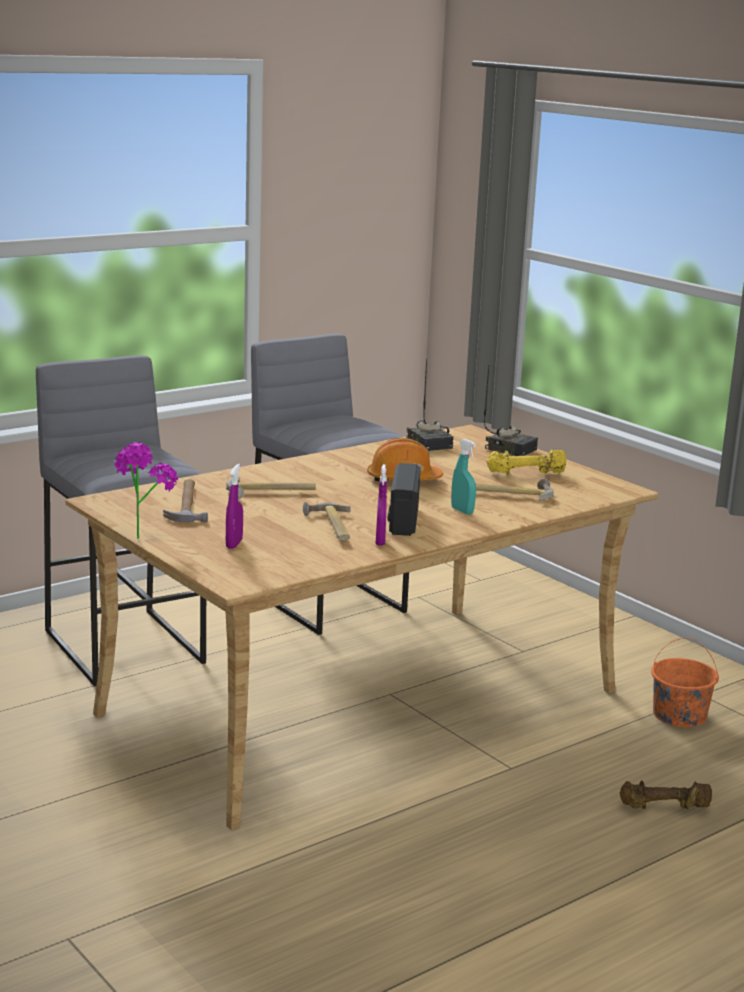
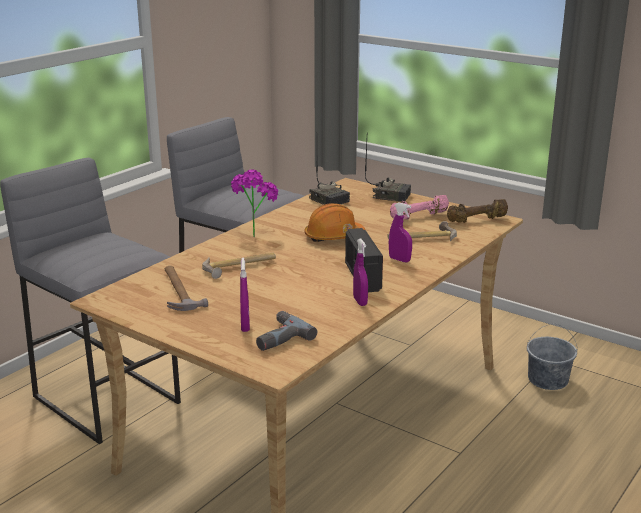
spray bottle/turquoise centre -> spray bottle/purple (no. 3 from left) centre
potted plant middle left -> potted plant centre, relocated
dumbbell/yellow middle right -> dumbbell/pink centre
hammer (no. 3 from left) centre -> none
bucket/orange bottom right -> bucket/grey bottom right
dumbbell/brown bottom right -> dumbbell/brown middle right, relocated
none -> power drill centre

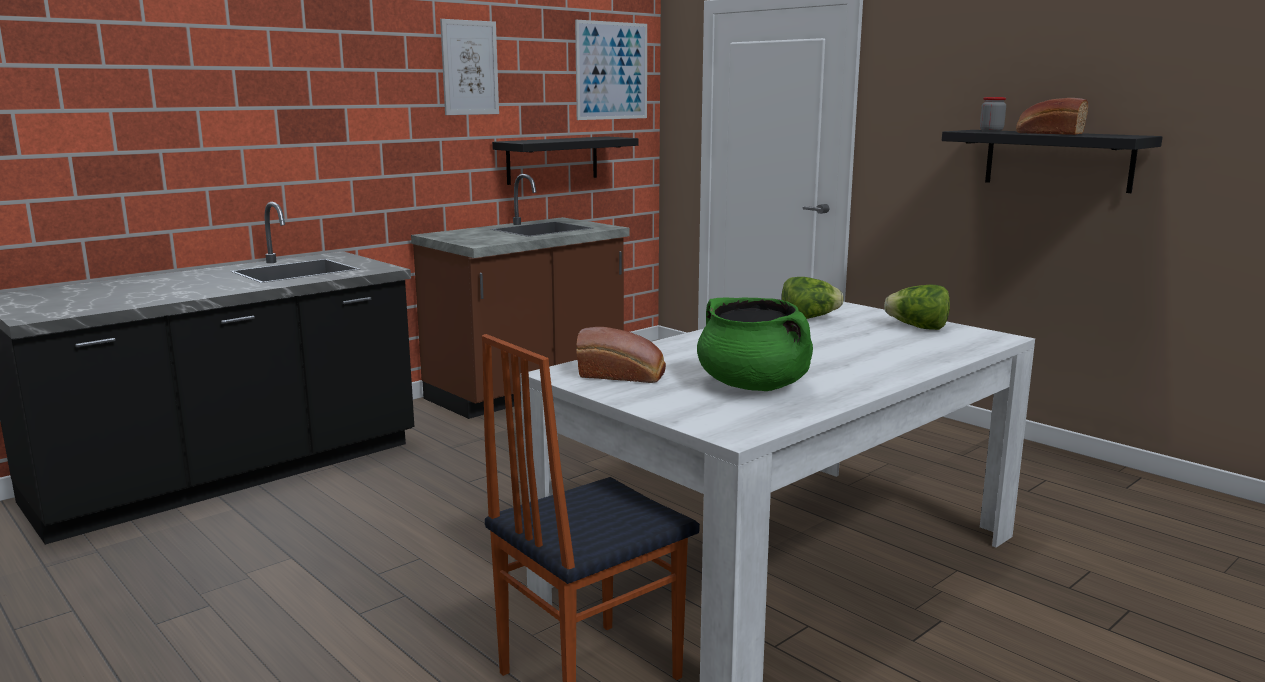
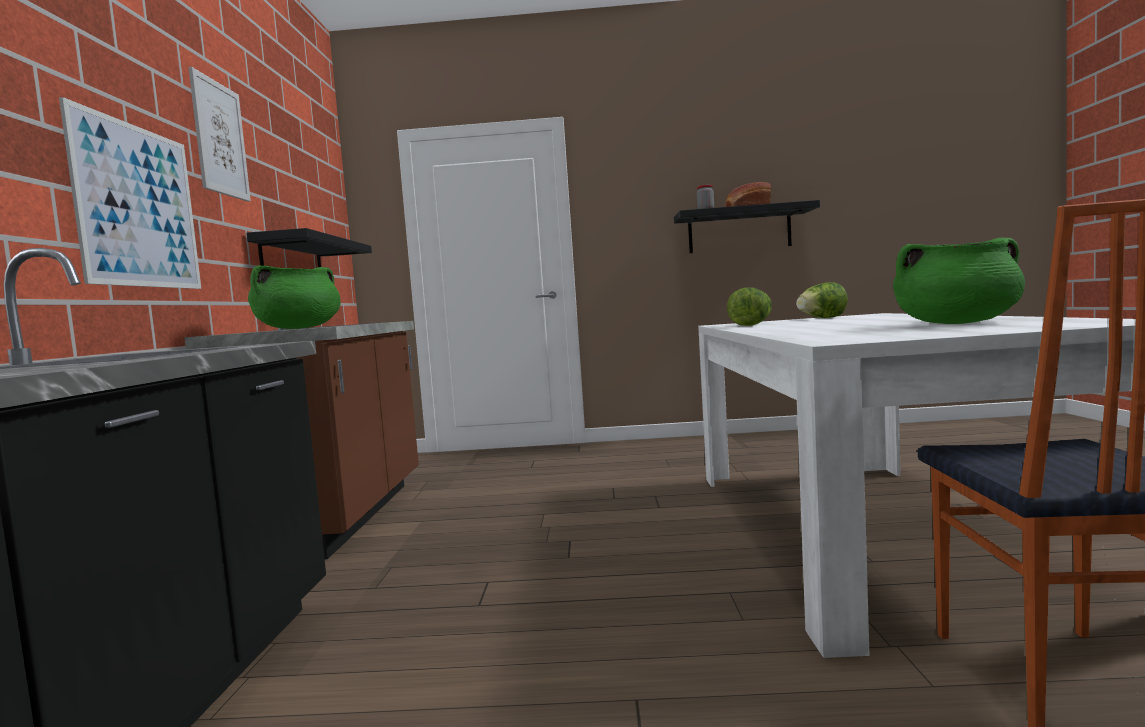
picture (no. 2 from left in the first image) top centre -> picture (no. 1 from left) top left, relocated
bread (no. 1 from left) centre -> none
none -> cooking pot/green (no. 1 from left) middle left

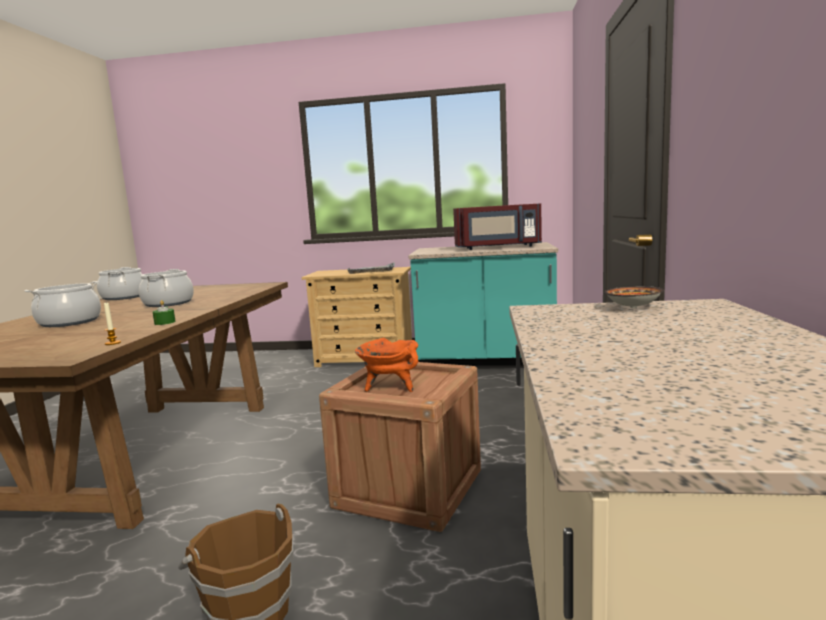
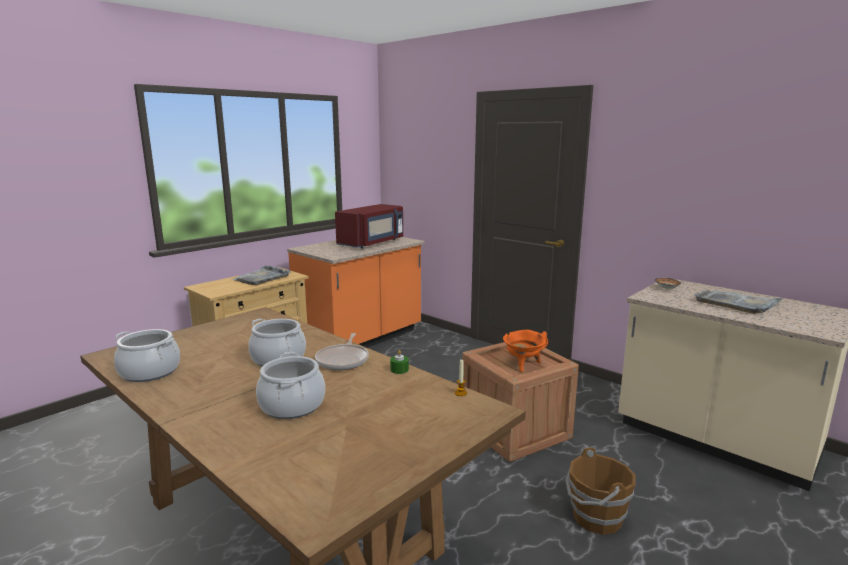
counter/turquoise centre -> counter/orange centre
none -> tray/grey (no. 2 from left) middle right
none -> frying pan centre

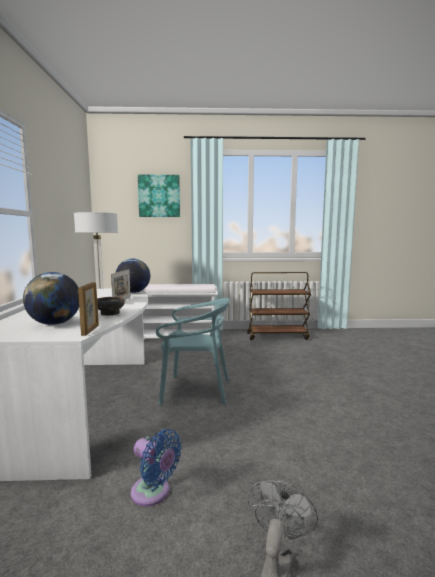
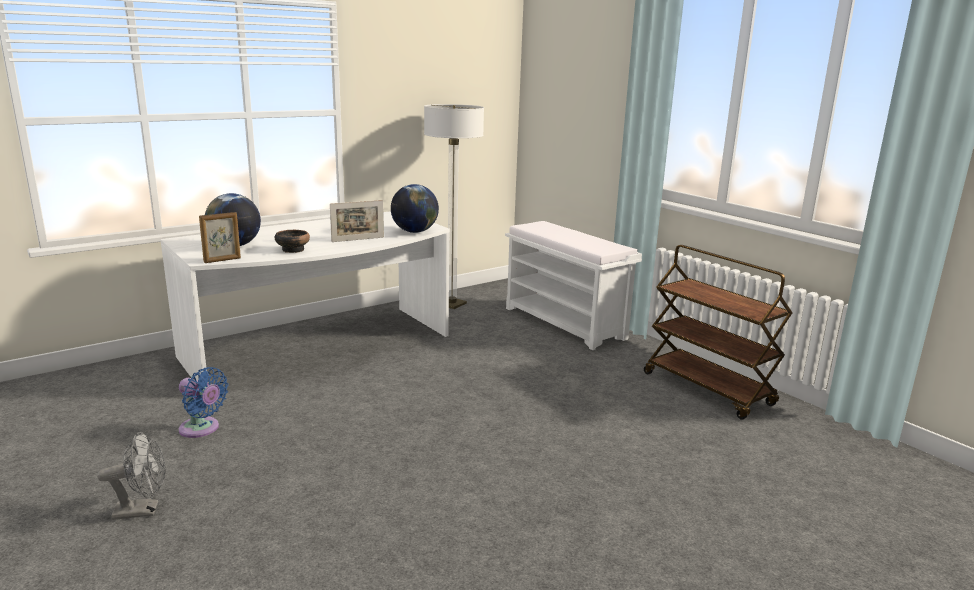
picture centre -> none
chair/turquoise centre -> none
fan/blue bottom centre -> fan/blue bottom left, 60 degrees counterclockwise

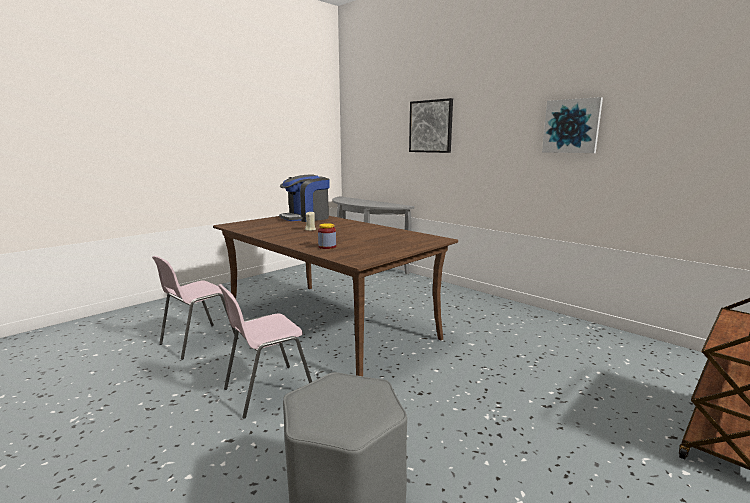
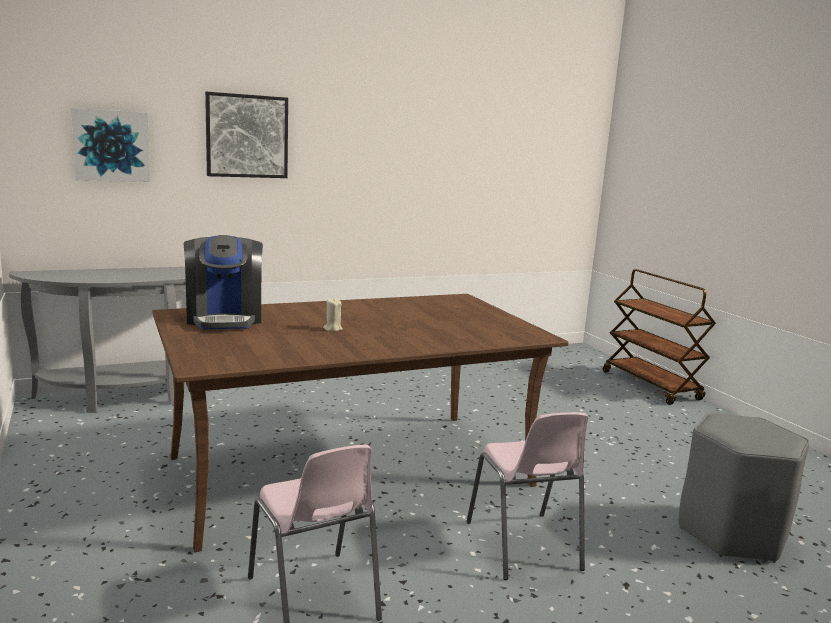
picture (no. 2 from left in the first image) top right -> picture (no. 1 from left) top left, relocated
jar centre -> none

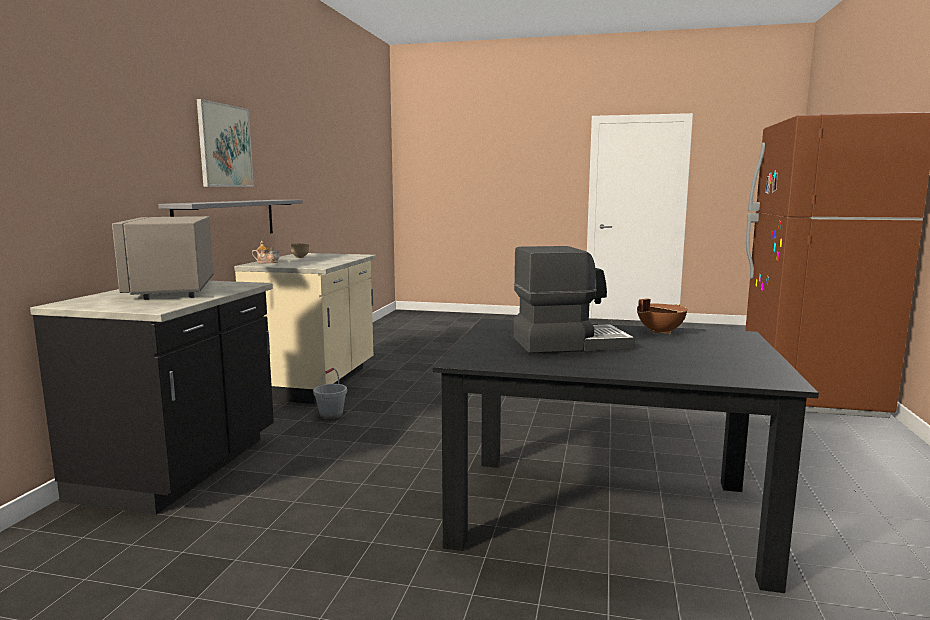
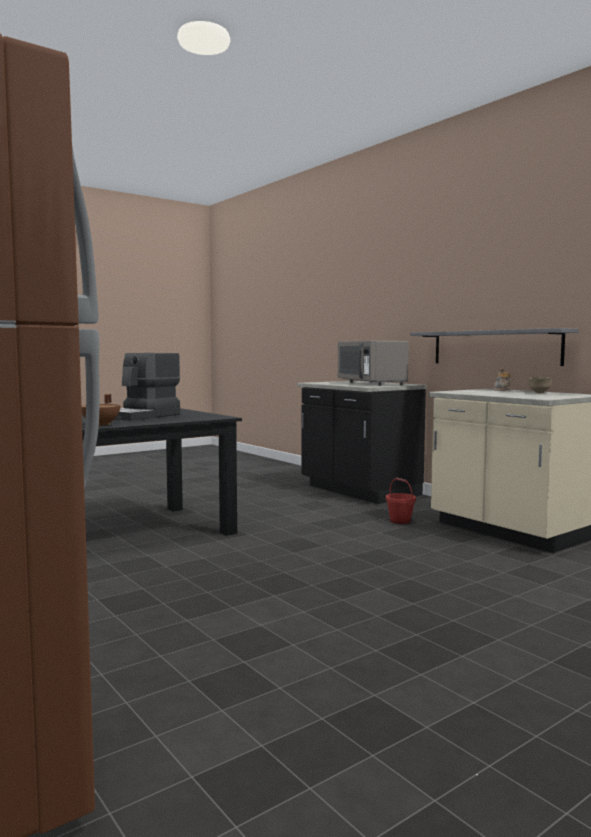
picture top left -> none
microwave/grey middle left -> microwave/grey centre, 135 degrees counterclockwise
bucket/grey centre -> bucket/red middle right

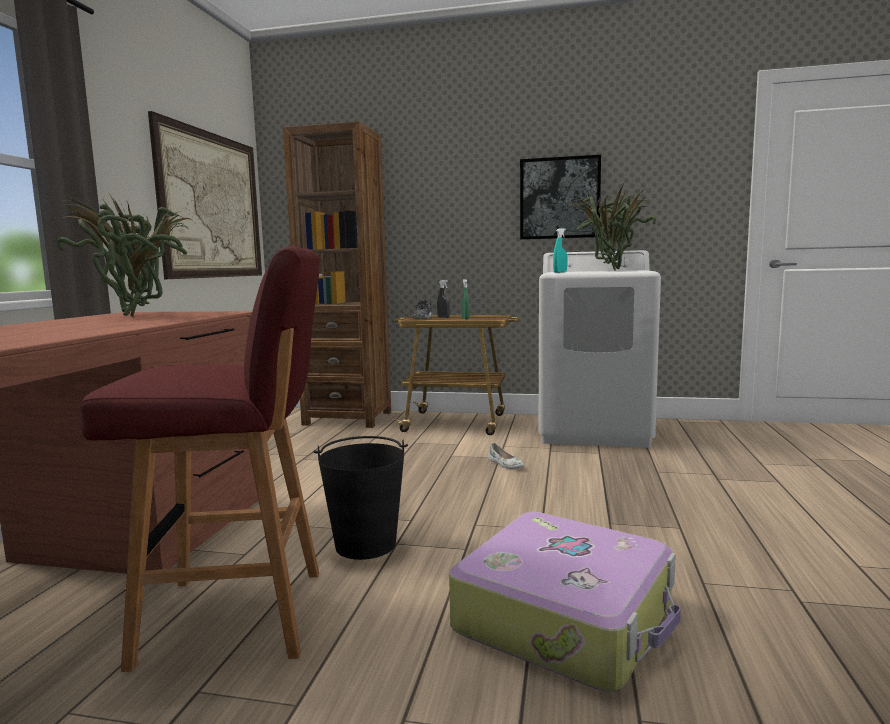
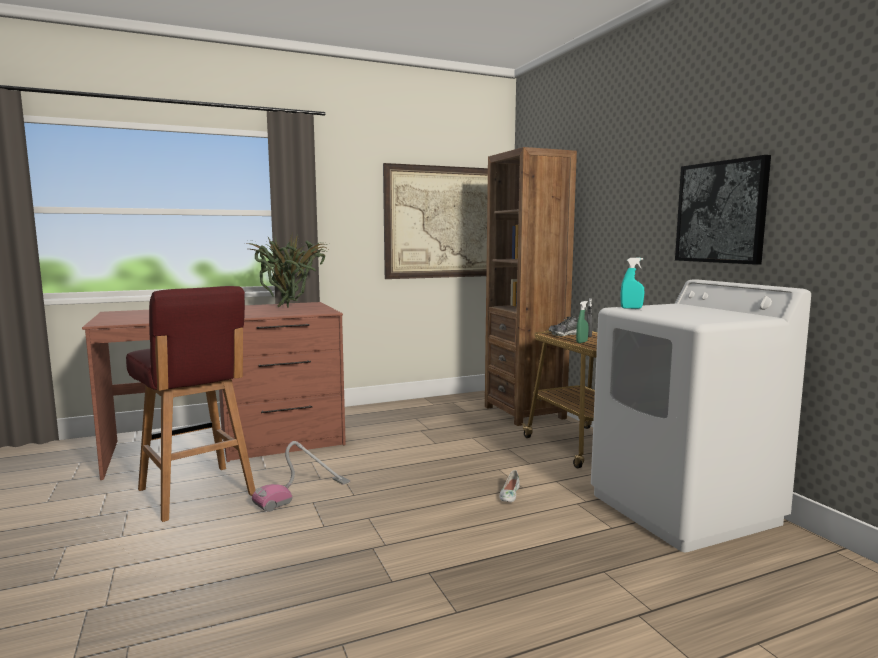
potted plant (no. 2 from left) top right -> none
bucket/black bottom centre -> vacuum cleaner bottom centre
suitcase bottom centre -> none

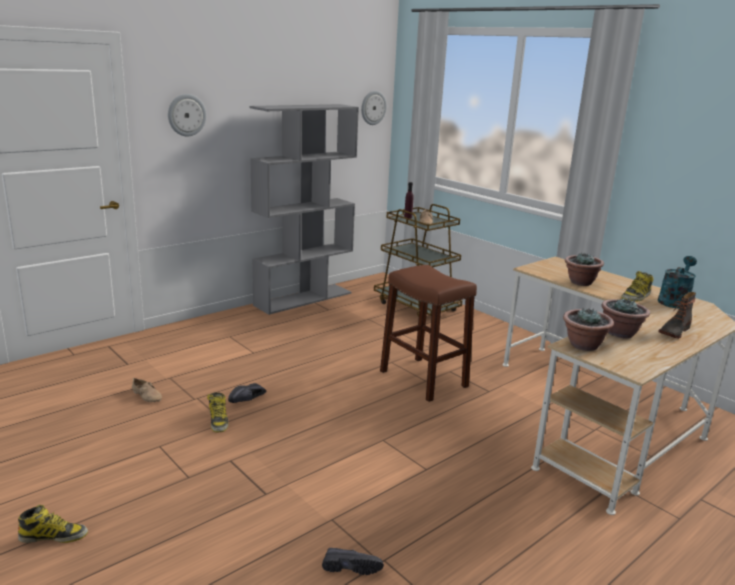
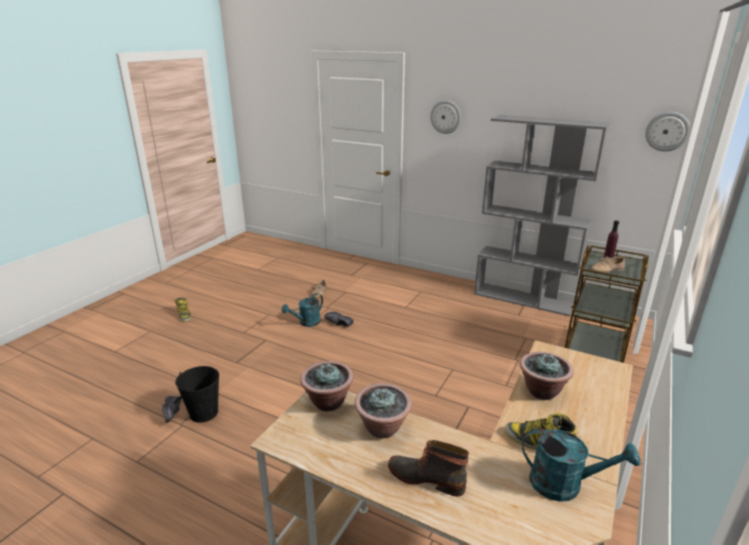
stool/brown centre -> none
boot (no. 2 from left) bottom left -> watering can/turquoise (no. 1 from left) centre
none -> bucket/black bottom left

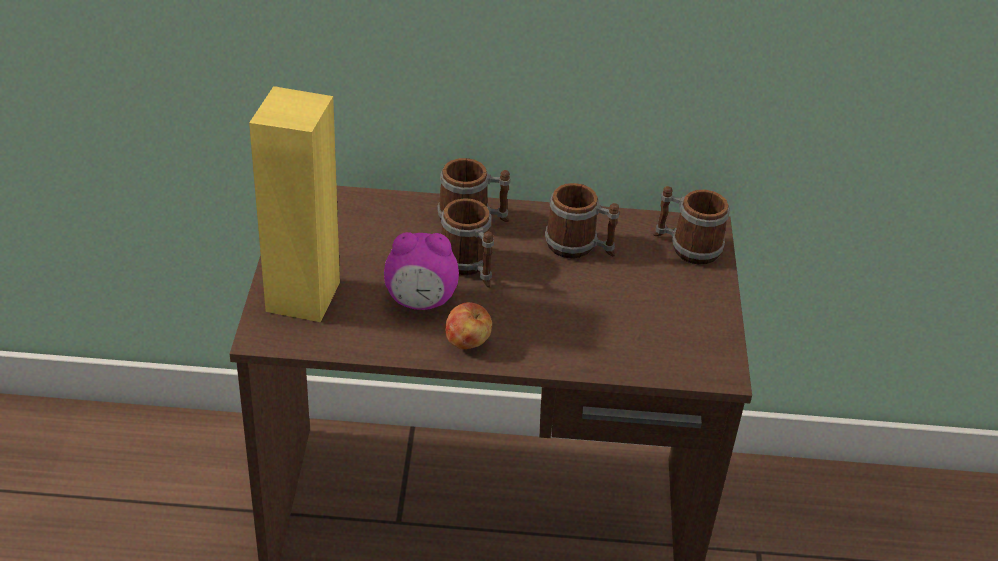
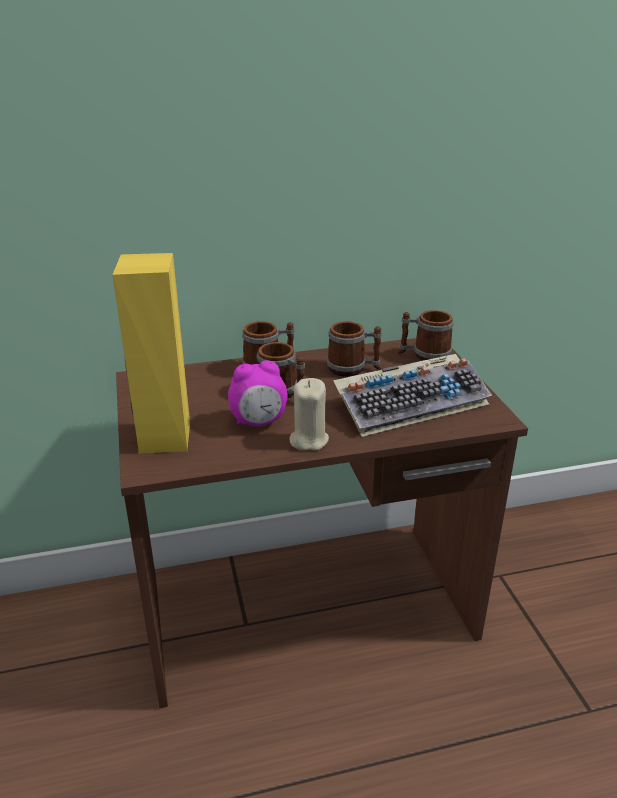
apple centre -> candle/beige centre
none -> keyboard middle right

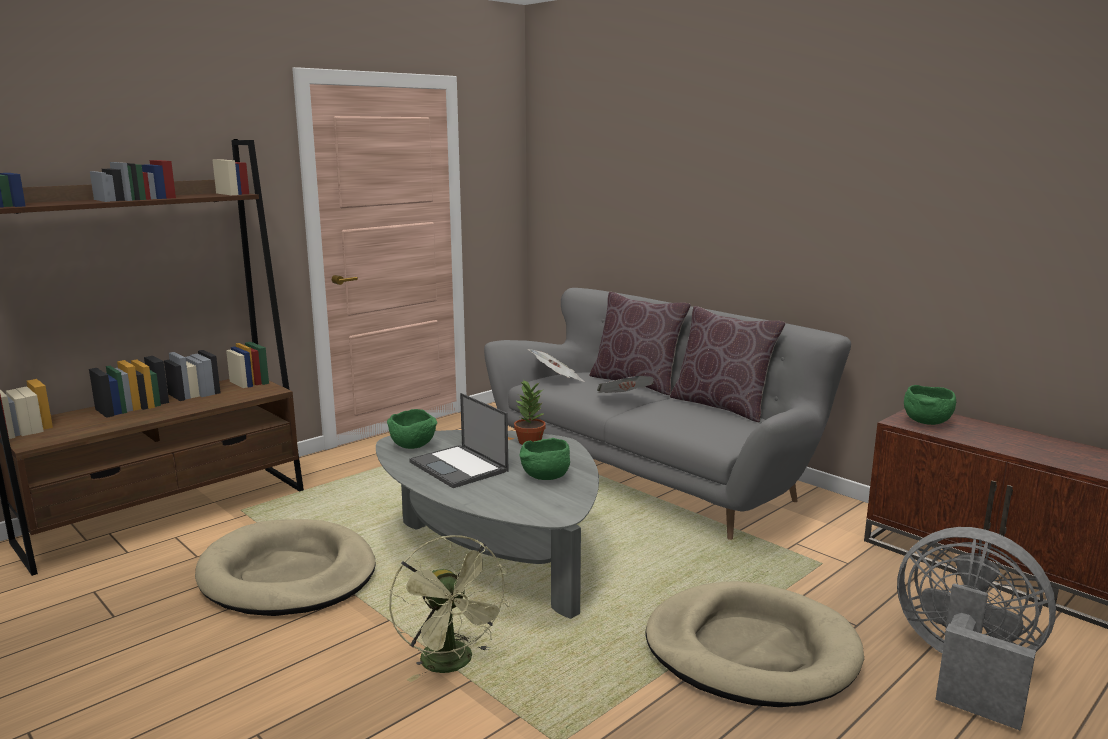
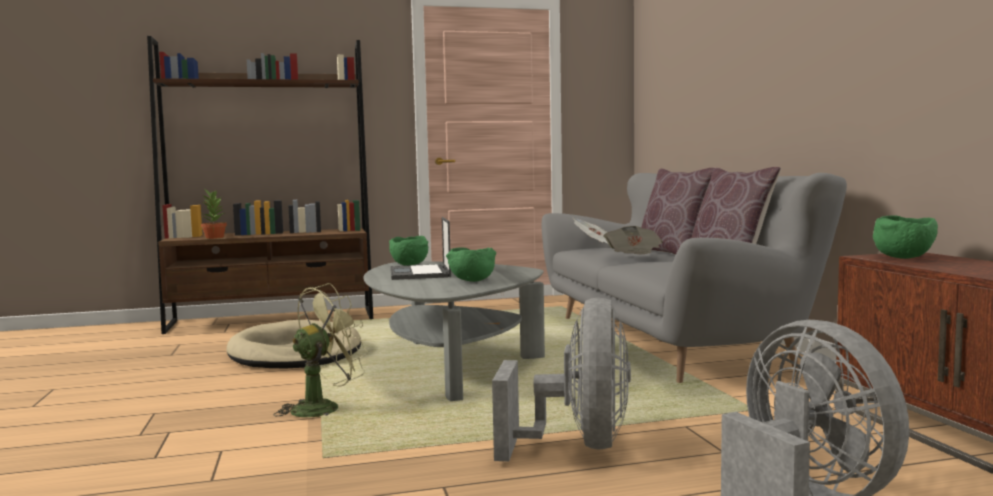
potted plant centre -> potted plant middle left, relocated
fan/green bottom centre -> fan/green bottom left, 135 degrees counterclockwise
dog bed/beige (no. 2 from left) bottom right -> fan/grey (no. 1 from left) bottom centre

